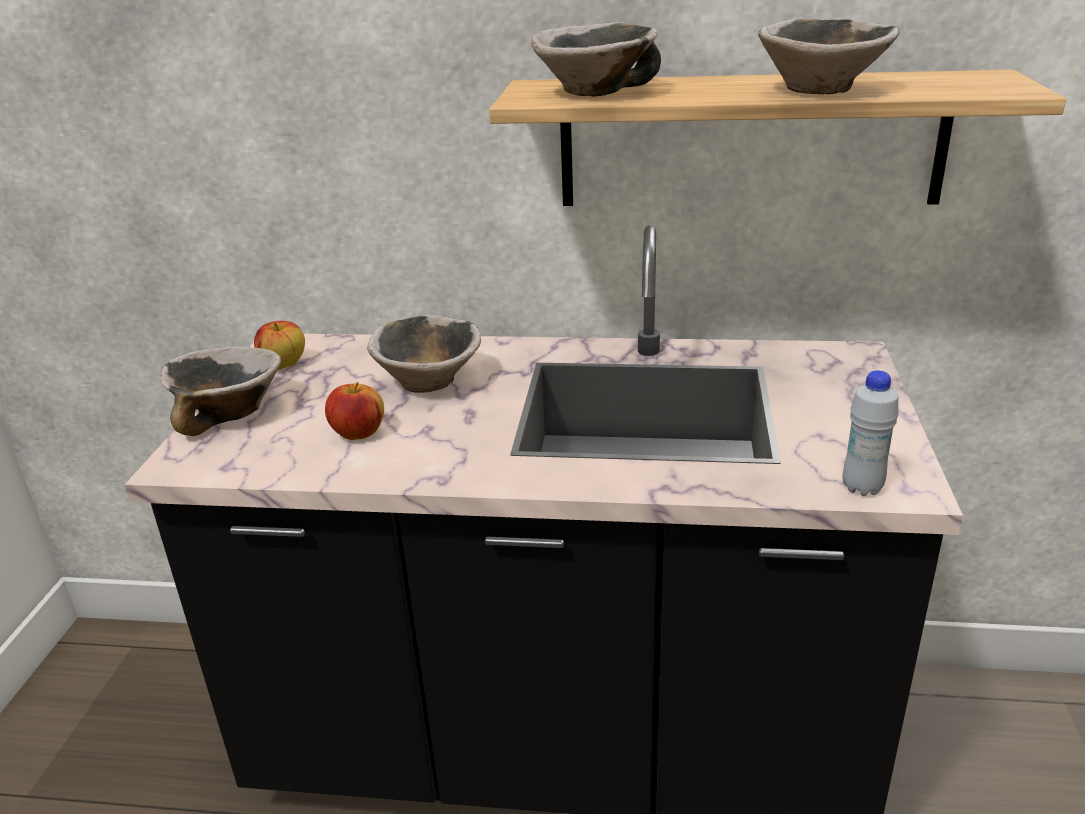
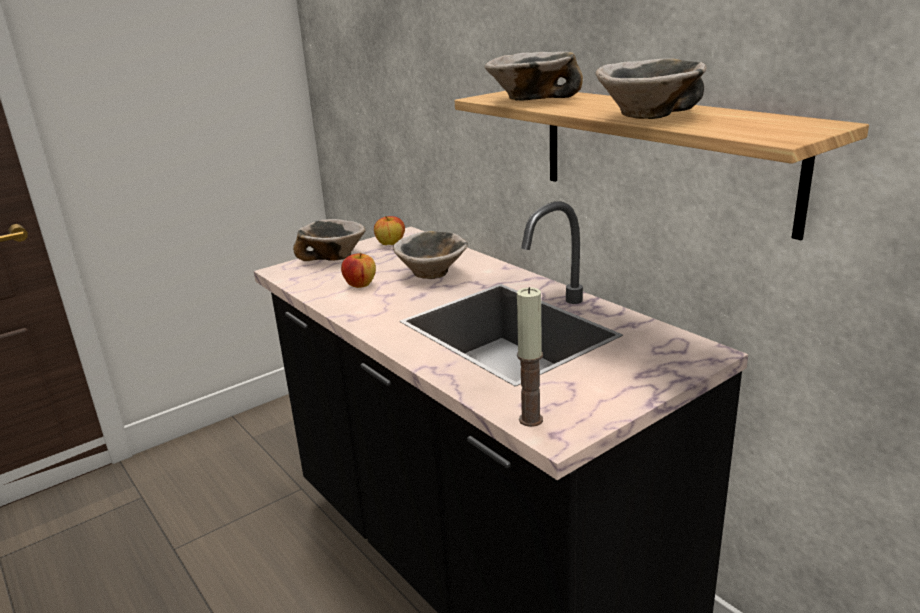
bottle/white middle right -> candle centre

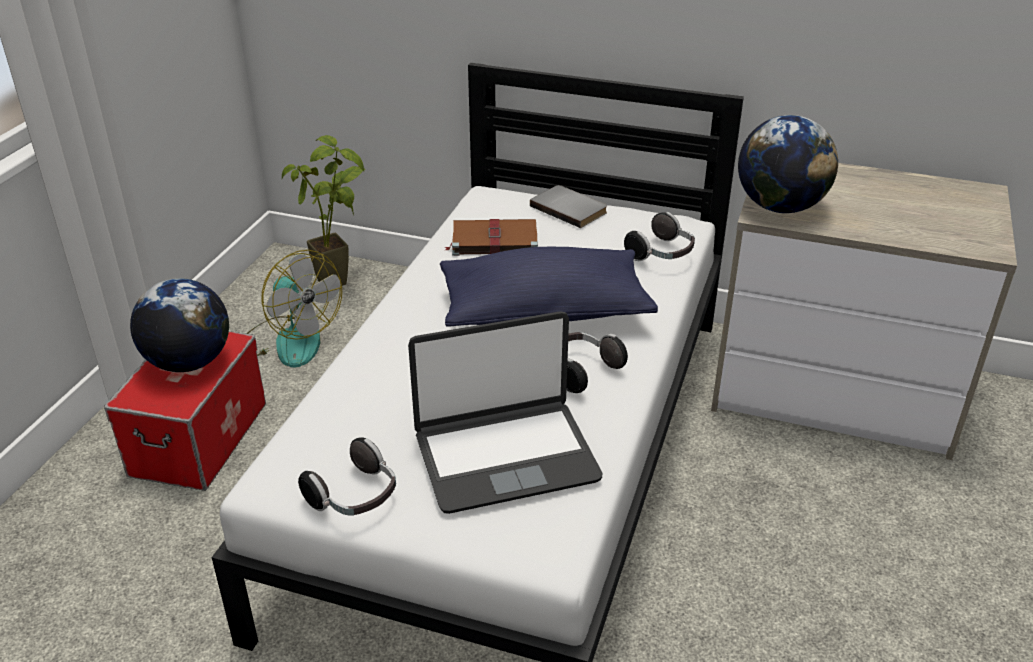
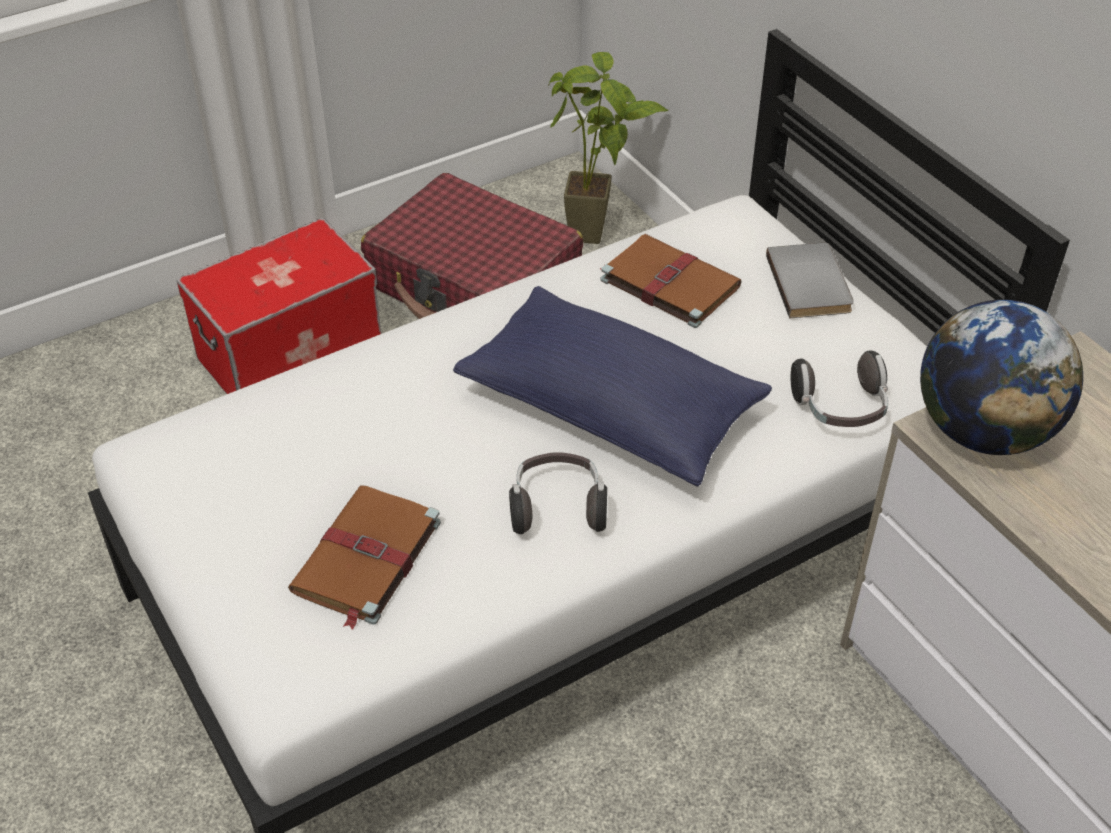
fan middle left -> suitcase/red top centre
globe (no. 1 from left) middle left -> none
laptop centre -> book/brown (no. 1 from left) bottom left
headphones (no. 1 from left) bottom centre -> none

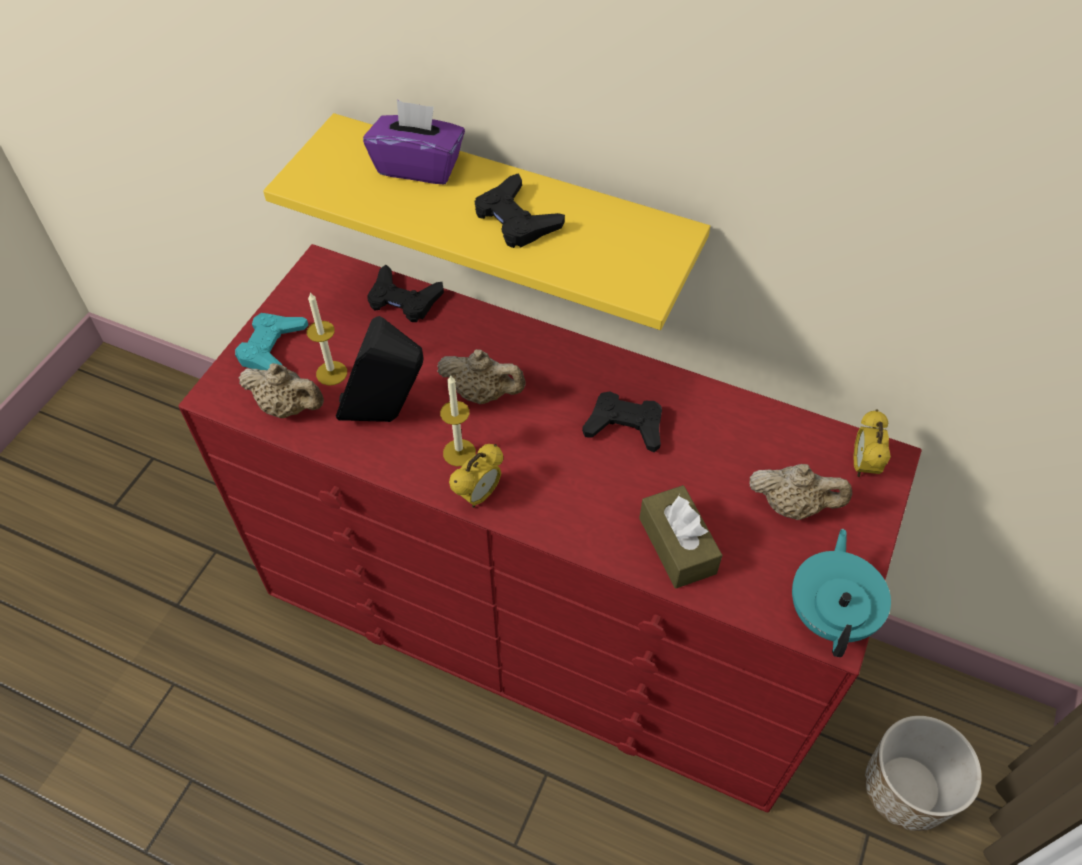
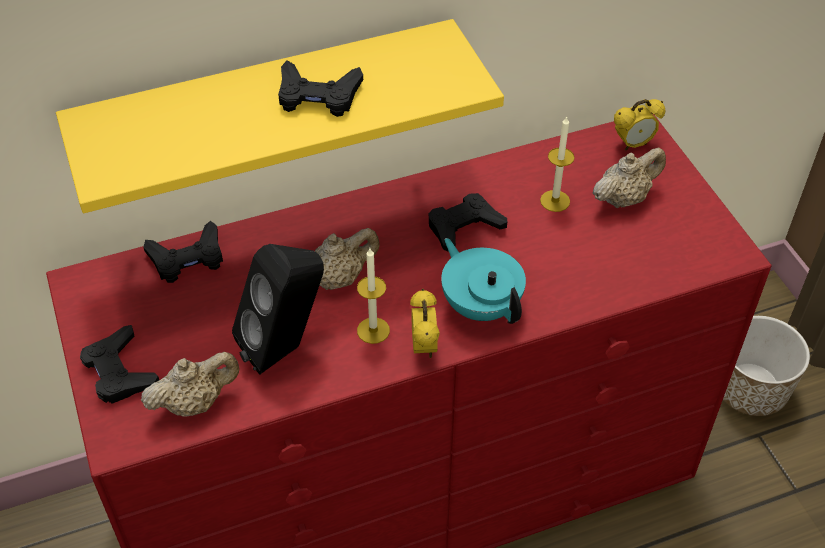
tissue box/purple top centre -> none
candle (no. 1 from left in the first image) middle left -> candle (no. 2 from left) top right, relocated
game controller/turquoise middle left -> game controller/black (no. 1 from left) middle left
alarm clock (no. 2 from left) middle right -> alarm clock (no. 2 from left) top right, 75 degrees counterclockwise
tissue box/brown centre -> none
teapot/turquoise bottom right -> teapot/turquoise centre, relocated

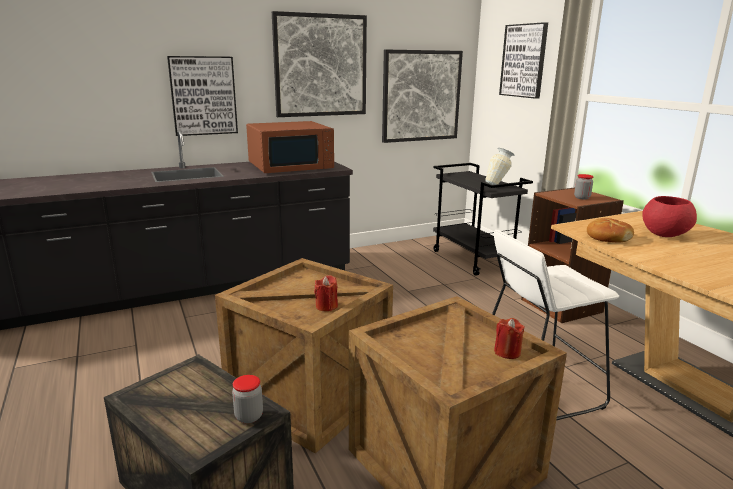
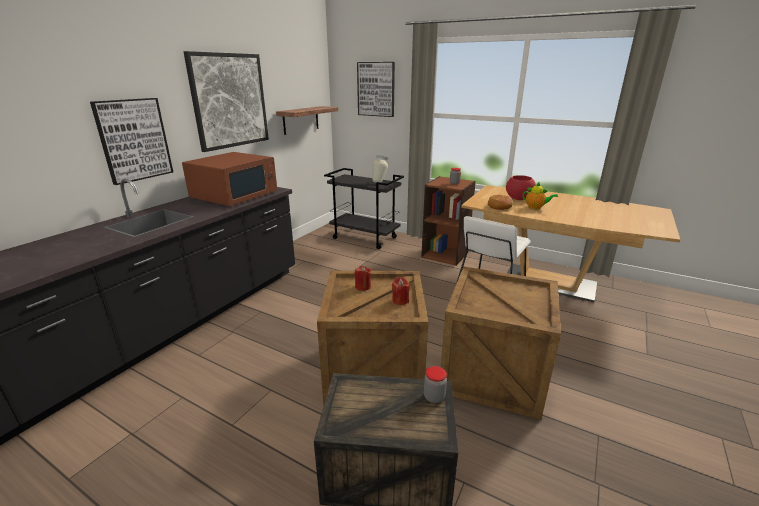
picture (no. 3 from left) top centre -> shelf top centre
candle/red (no. 2 from left in the first image) bottom right -> candle/red (no. 1 from left) centre, relocated
none -> teapot middle right

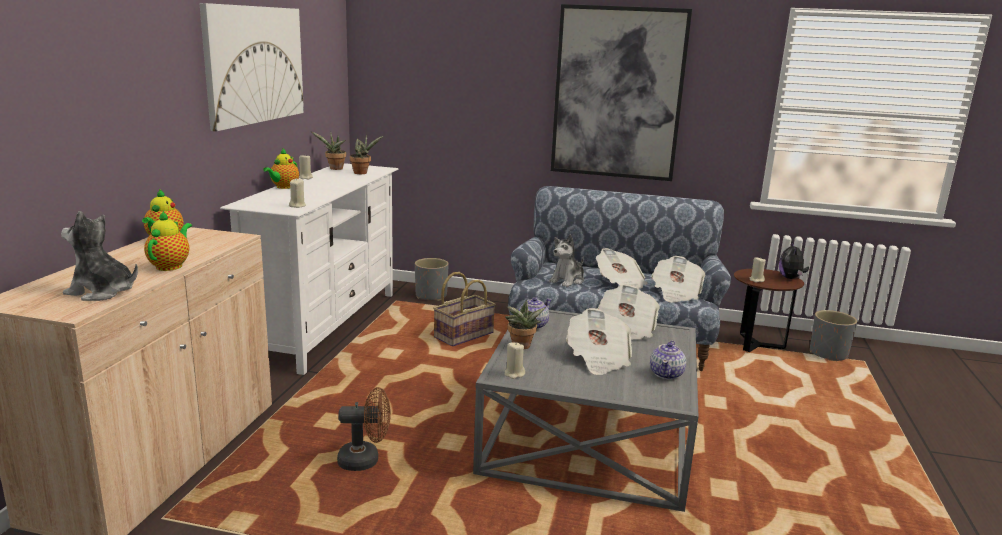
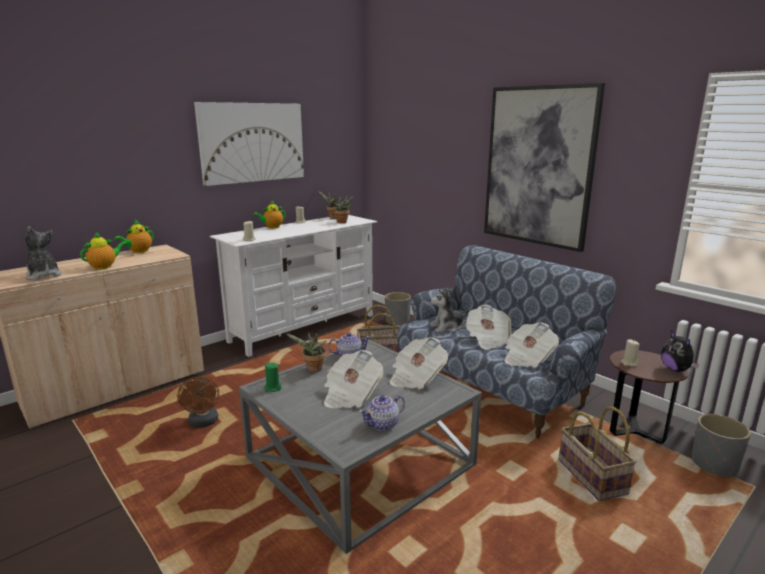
plush toy (no. 3 from left) middle right, 60 degrees counterclockwise
candle/beige (no. 3 from left) bottom centre -> candle/green centre
fan/brown bottom centre -> fan/brown bottom left, 45 degrees clockwise
none -> basket (no. 2 from left) bottom right

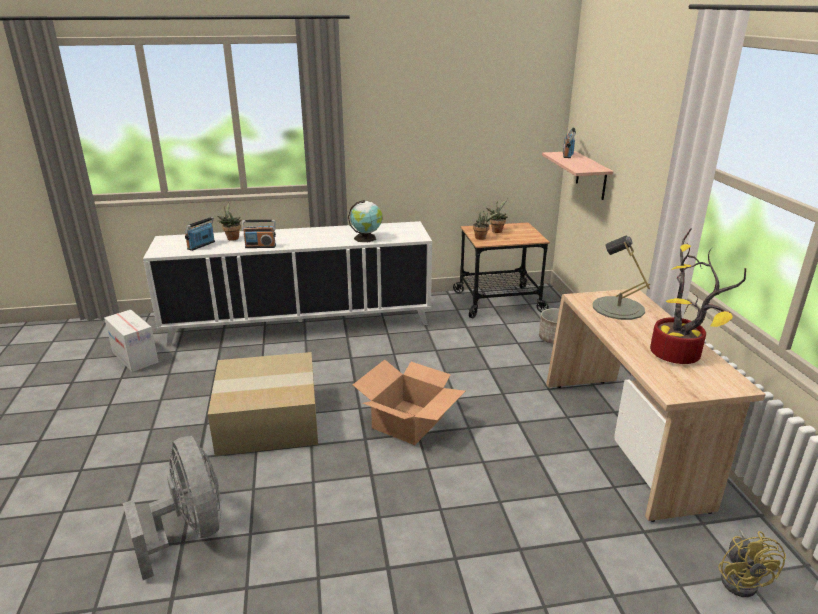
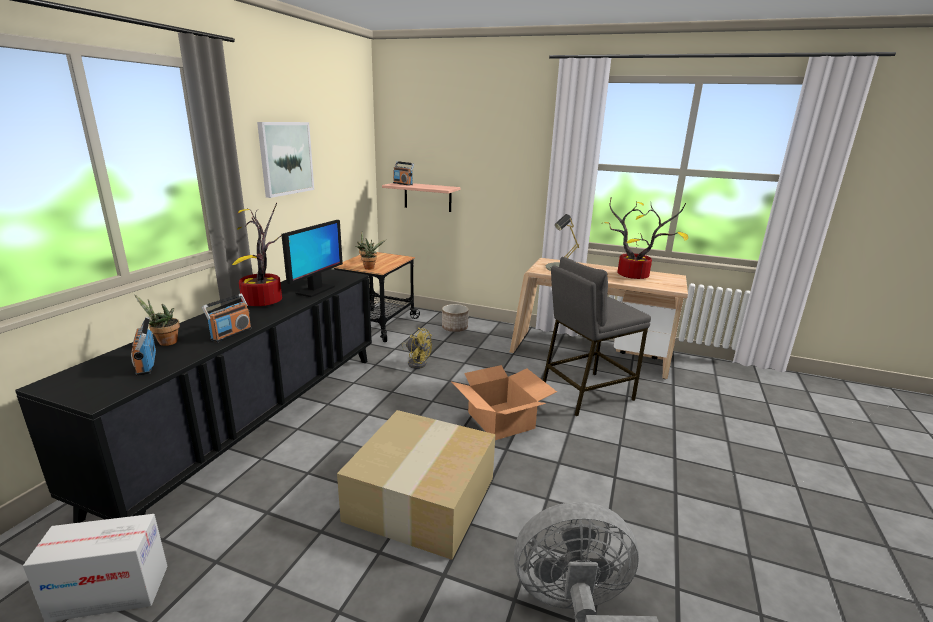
globe centre -> monitor centre
cabinet/white centre -> cabinet/black middle left
fan/yellow bottom right -> fan/yellow centre, relocated
none -> picture top left
none -> potted plant (no. 2 from left) middle left
none -> stool/grey centre

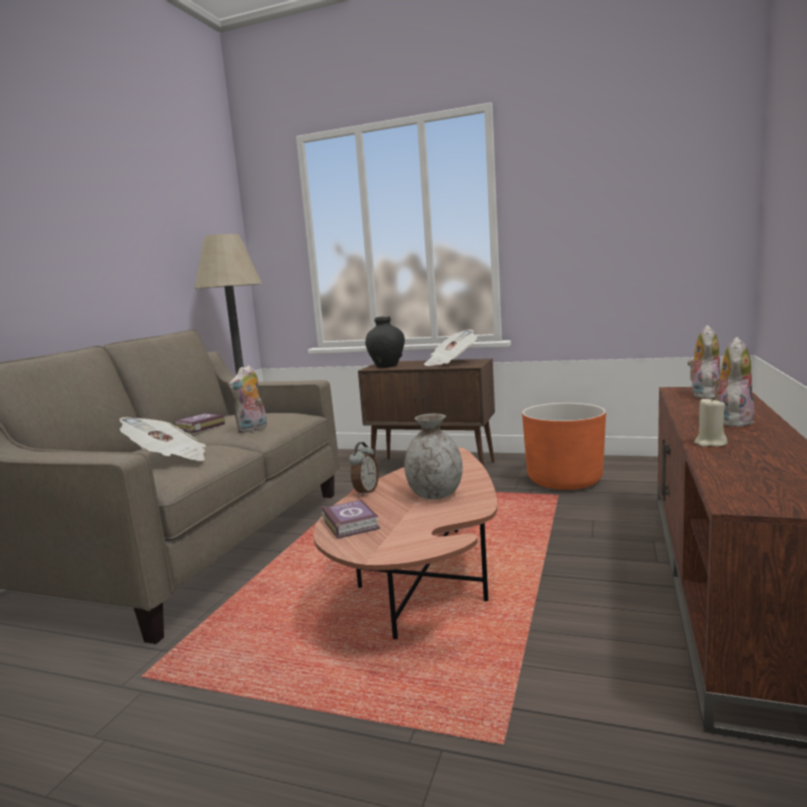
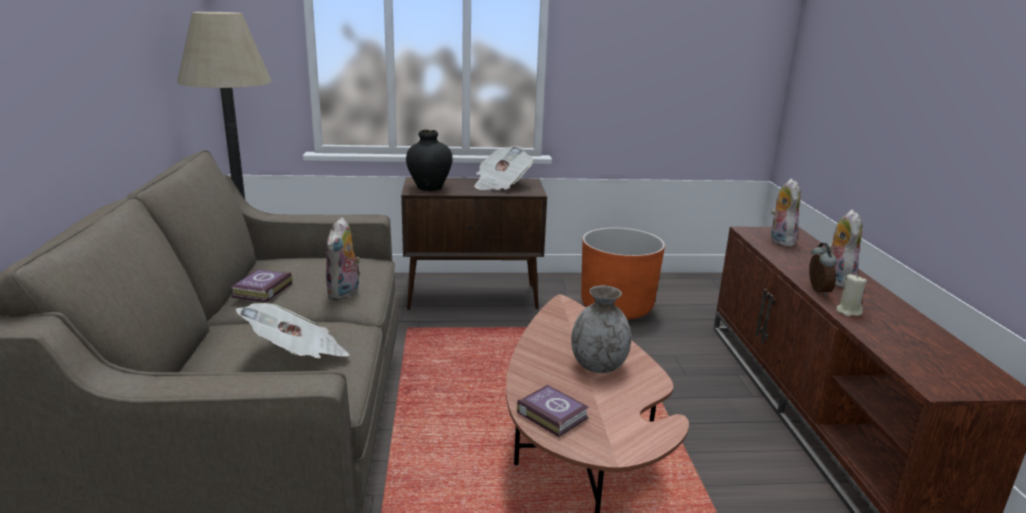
alarm clock centre -> alarm clock middle right, relocated

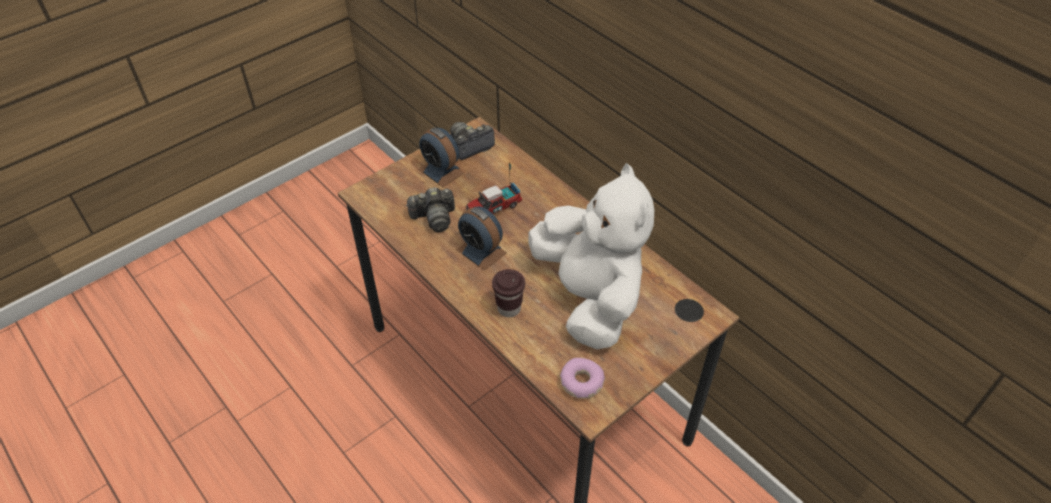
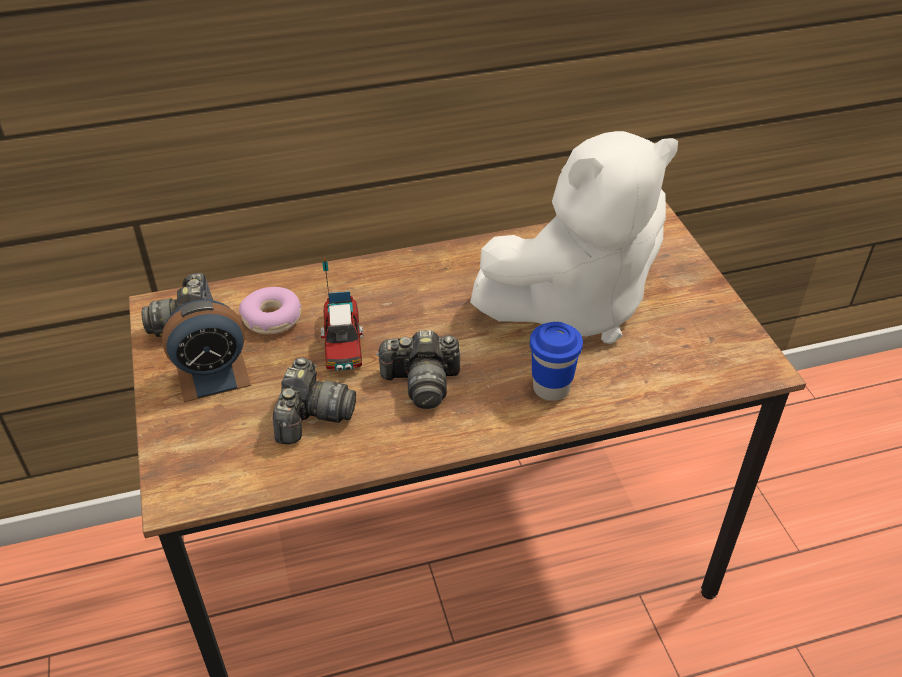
plush toy/white centre, 150 degrees clockwise
alarm clock (no. 2 from left) centre -> photo camera (no. 3 from left) centre
cup/brown centre -> cup/blue centre
donut bottom centre -> donut middle left, relocated

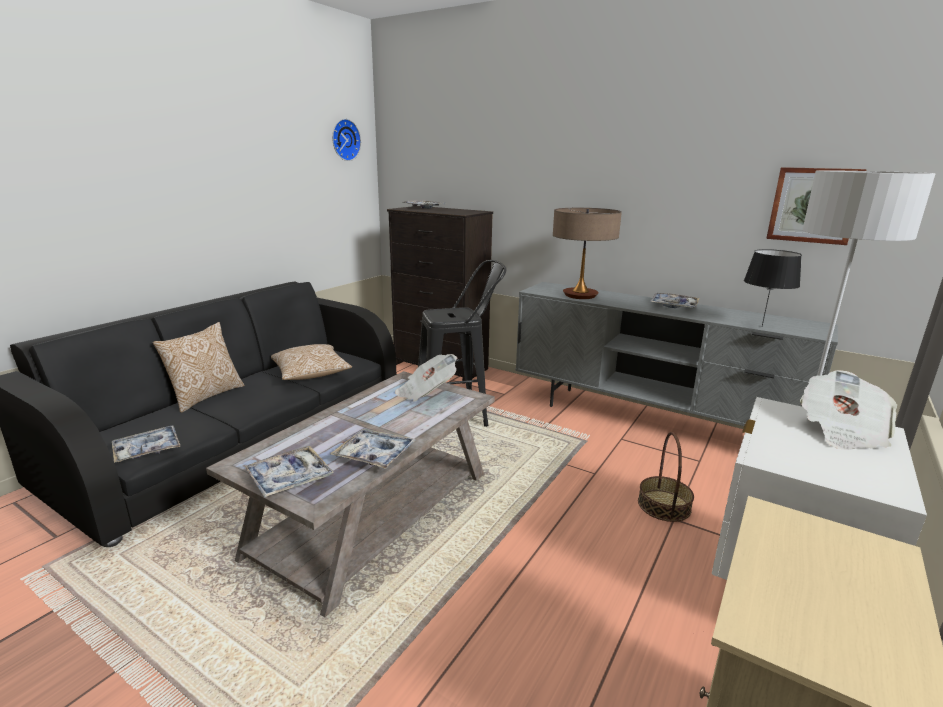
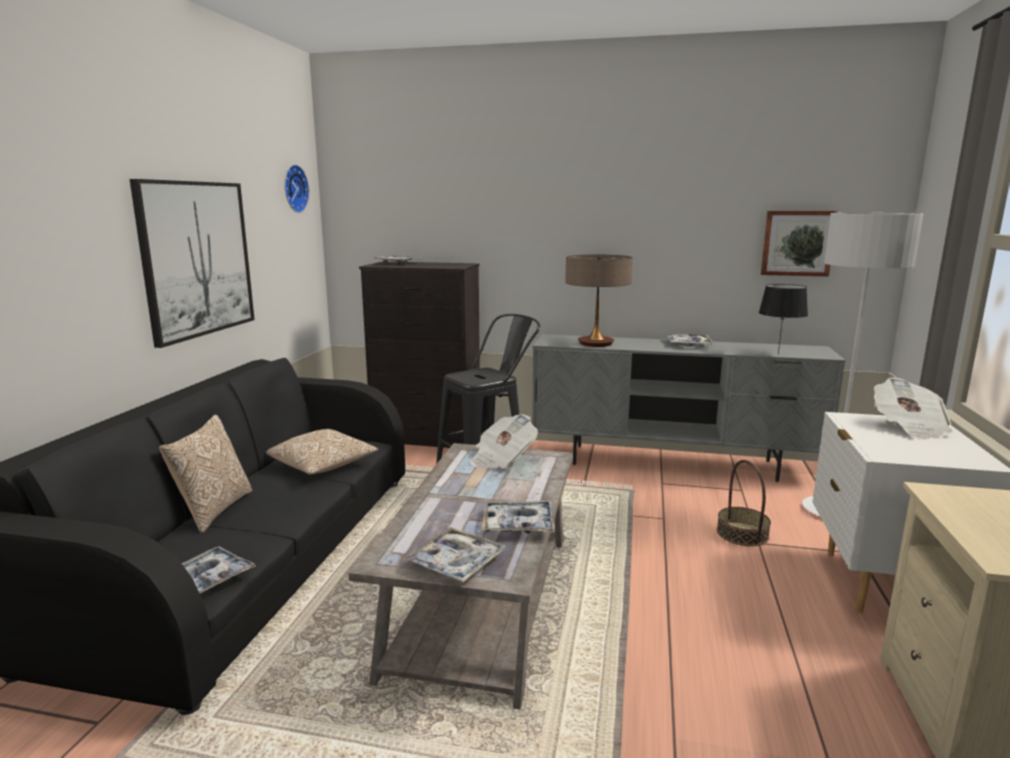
none -> picture (no. 1 from left) middle left

